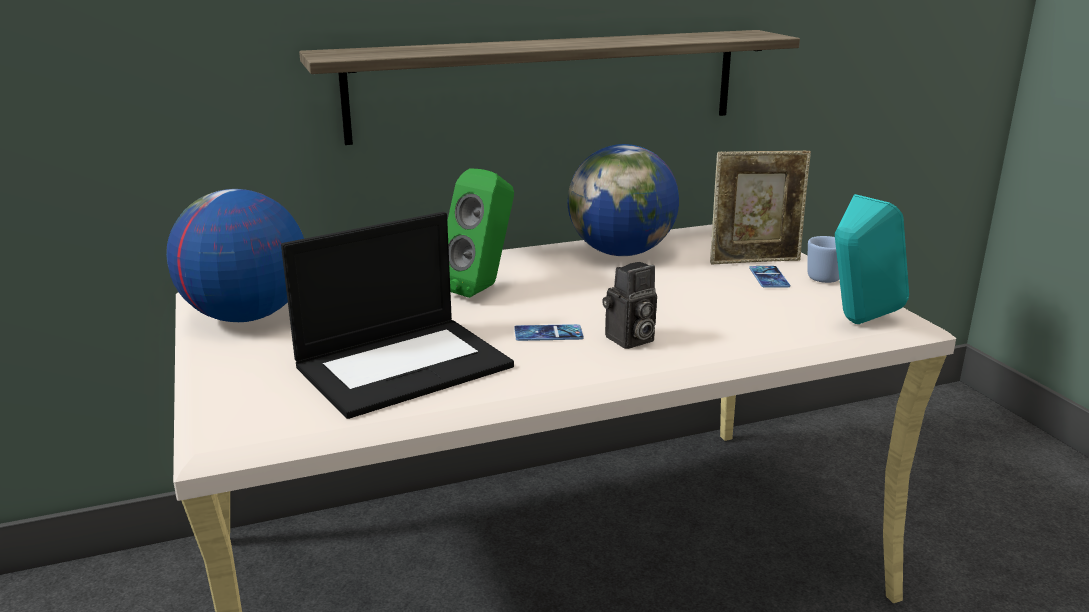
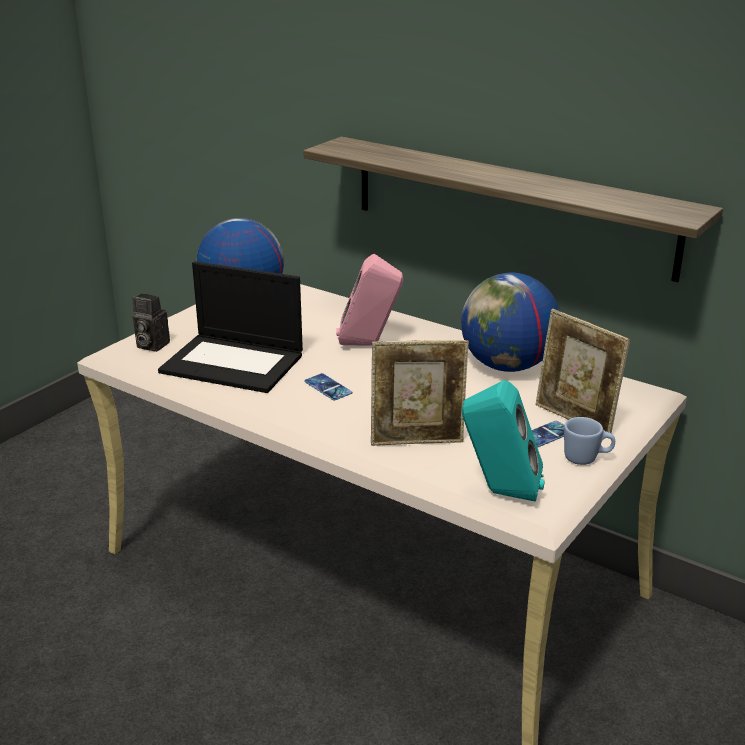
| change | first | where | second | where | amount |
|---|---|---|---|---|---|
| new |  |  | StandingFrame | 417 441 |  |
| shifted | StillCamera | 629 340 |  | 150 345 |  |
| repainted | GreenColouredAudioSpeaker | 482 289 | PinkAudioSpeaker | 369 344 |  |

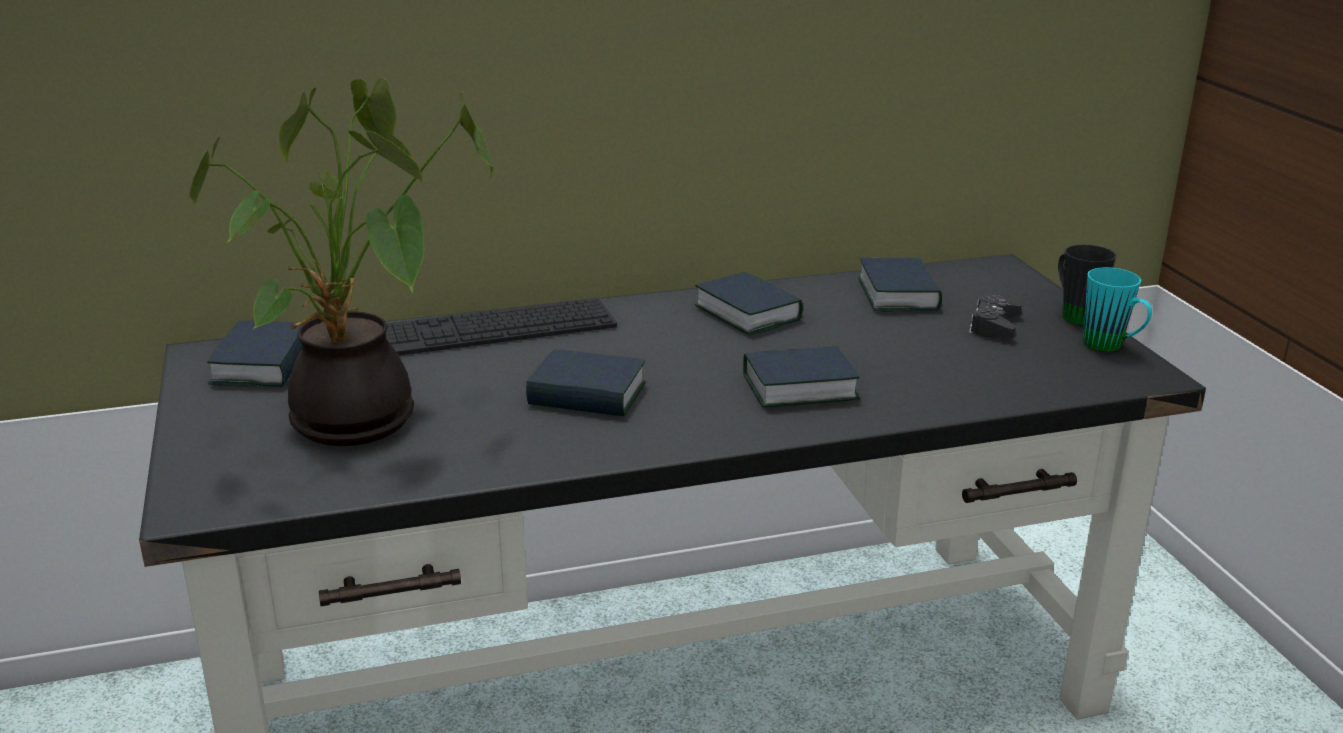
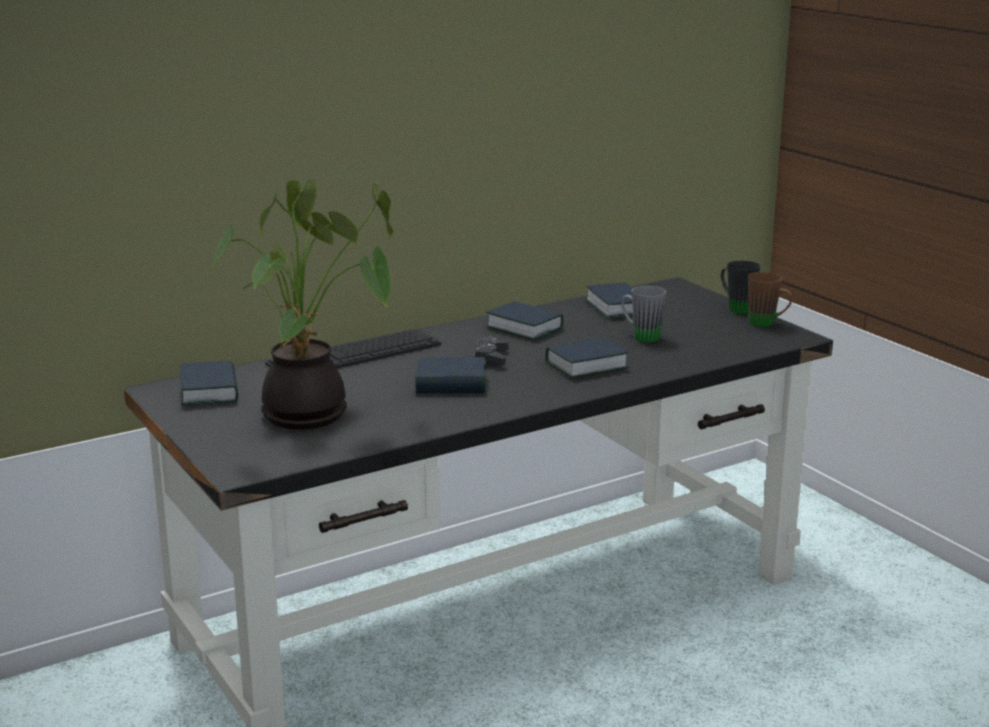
| change | first | where | second | where | amount |
|---|---|---|---|---|---|
| new |  |  | GrayMug | 640 336 |  |
| shifted | BlackColouredGameController | 994 326 |  | 491 358 |  |
| repainted | BlueGreenMug | 1111 347 | BrownColouredMug | 767 324 |  |

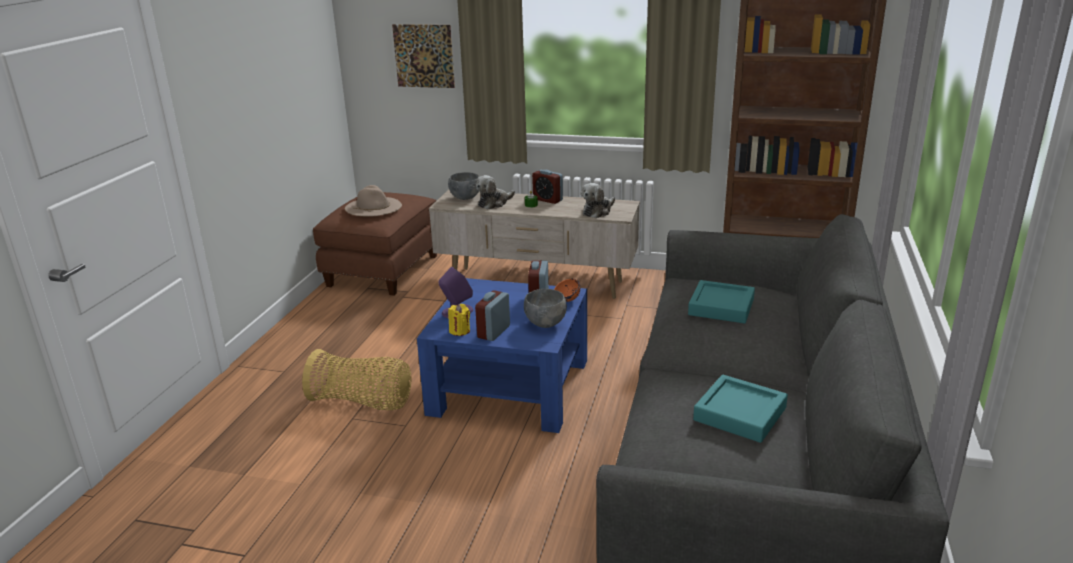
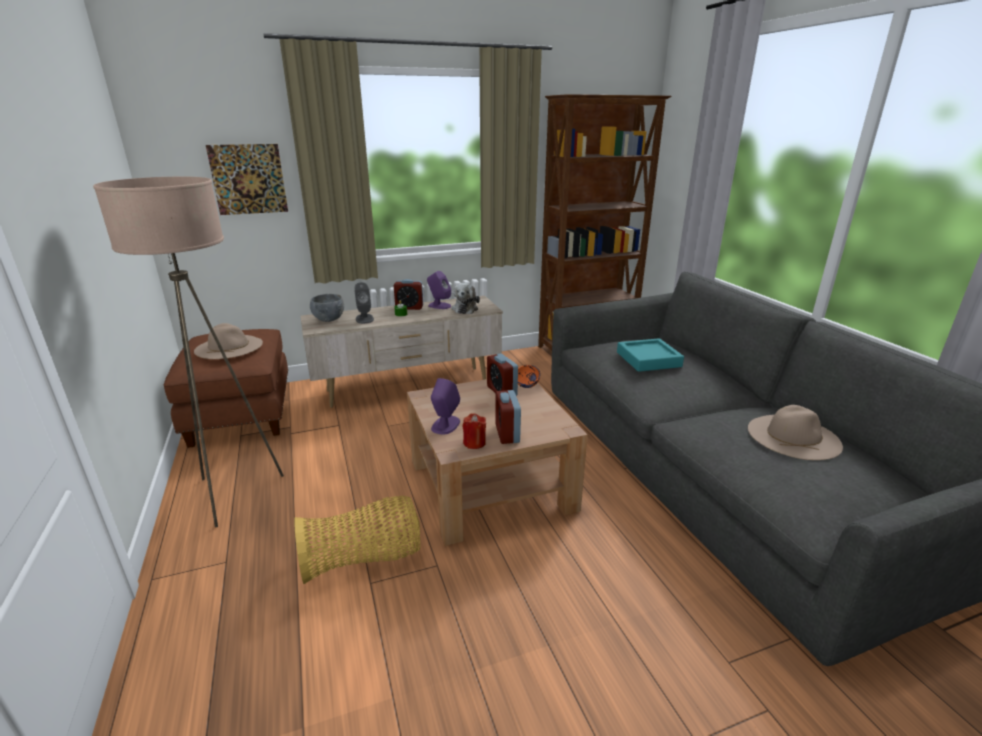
| change | first | where | second | where | amount |
|---|---|---|---|---|---|
| gone | GrayDeepDish | 545 323 |  |  |  |
| new |  |  | SandColouredStandingLamp | 234 493 |  |
| new |  |  | PurpleColouredAudioSpeaker | 439 305 |  |
| swapped | PlushToy | 494 203 | GrayAudioSpeaker | 364 319 |  |
| swapped | BlueGreenTray | 740 414 | SandColouredHat | 793 436 |  |
| repainted | BlueColouredLowTable | 510 387 | BrownColouredLowTable | 490 485 |  |
| repainted | YellowishWaxLight | 459 331 | ReddishWaxLight | 474 443 |  |

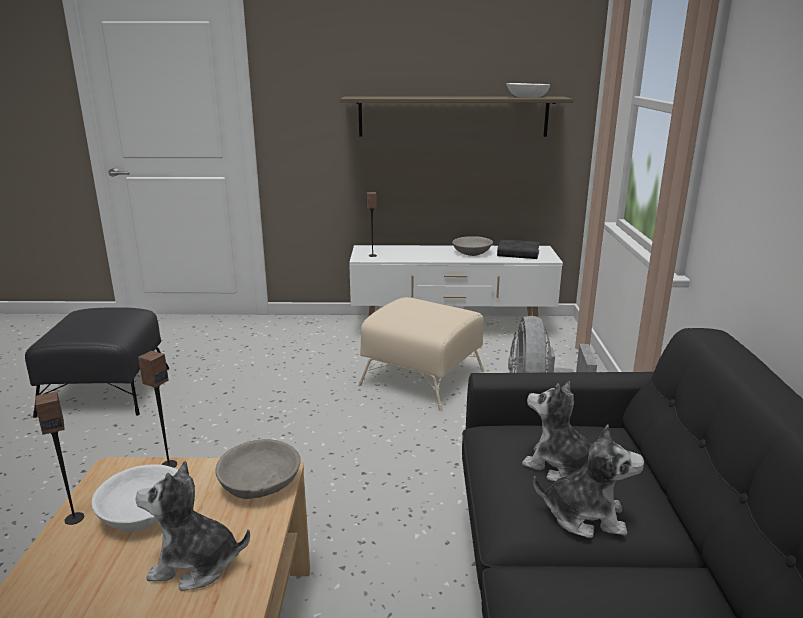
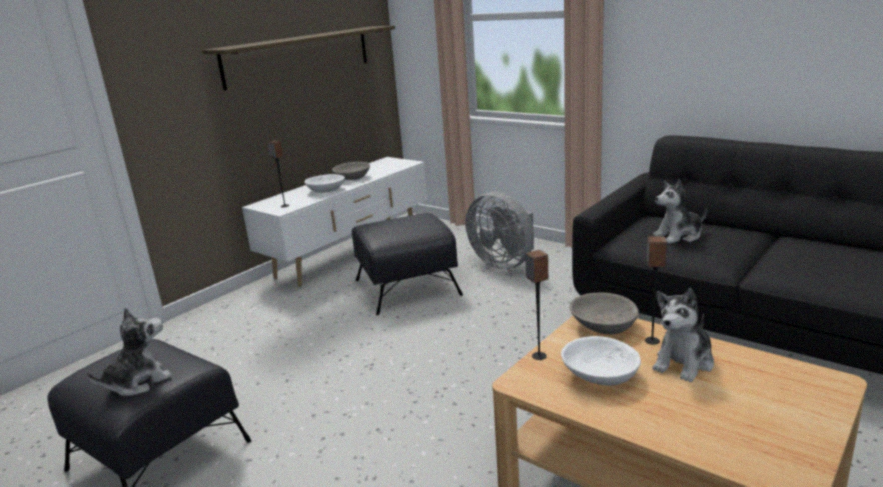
| change | first | where | second | where | amount |
|---|---|---|---|---|---|
| gone | BlackColouredBook | 518 253 |  |  |  |
| shifted | AudioSpeaker | 74 518 |  | 651 341 |  |
| shifted | WhitishDeepDish | 527 97 |  | 326 190 |  |
| shifted | PlushToy | 585 516 |  | 138 382 |  |
| repainted | SandColouredPouffe | 423 378 | BlackColouredPouffe | 408 287 |  |

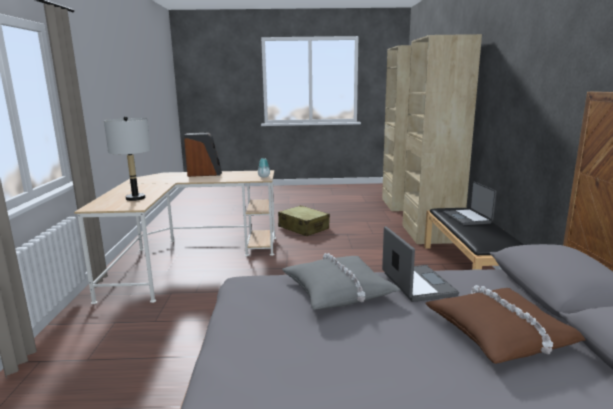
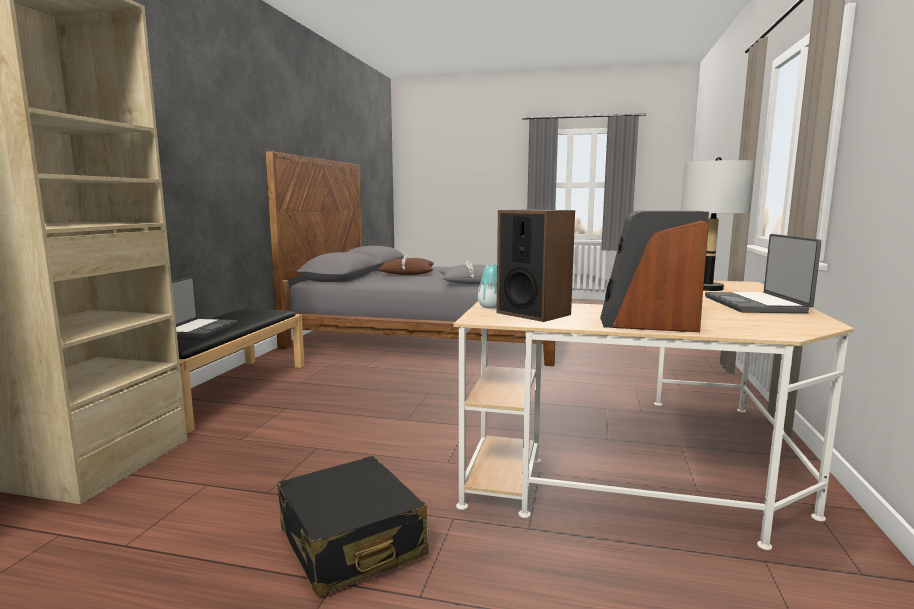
| change | first | where | second | where | amount |
|---|---|---|---|---|---|
| new |  |  | AudioSpeaker | 533 313 |  |
| shifted | NotebookComputer | 416 284 |  | 756 304 |  |
| repainted | SandColouredSuitcase | 303 228 | BlackColouredSuitcase | 350 542 |  |

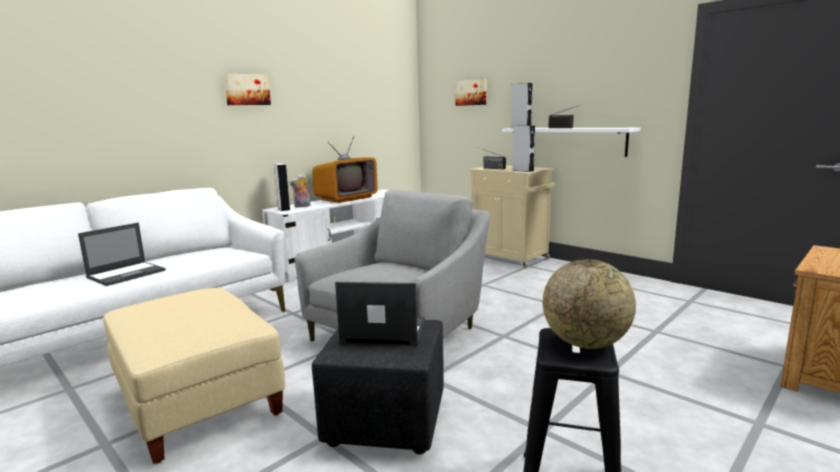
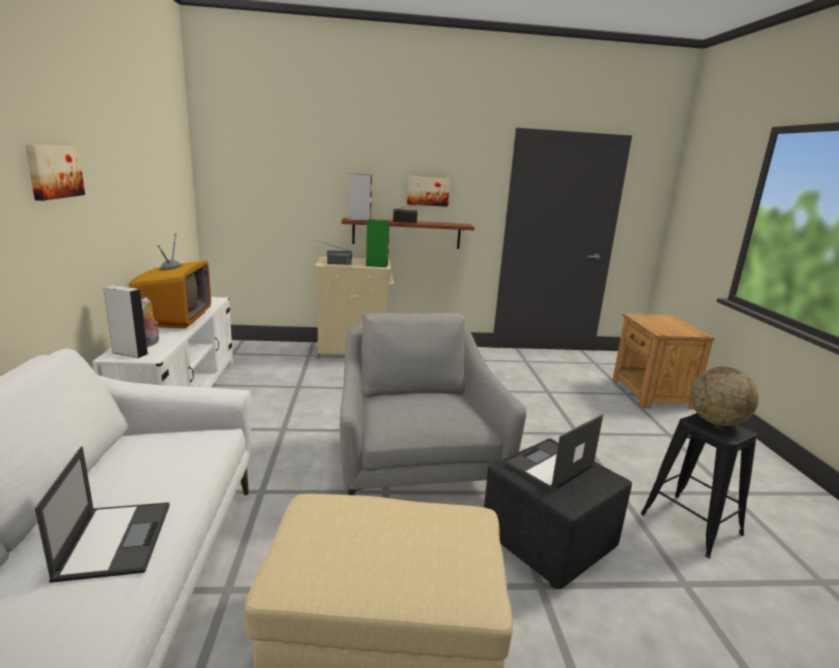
| change | first | where | second | where | amount |
|---|---|---|---|---|---|
| shifted | WallPicture | 471 92 |  | 428 191 |  |
| repainted | WhitishBracketShelf | 571 141 | BrownColouredBracketShelf | 406 233 |  |
| repainted | GrayAudioSpeaker | 523 170 | GreenColouredAudioSpeaker | 376 265 |  |

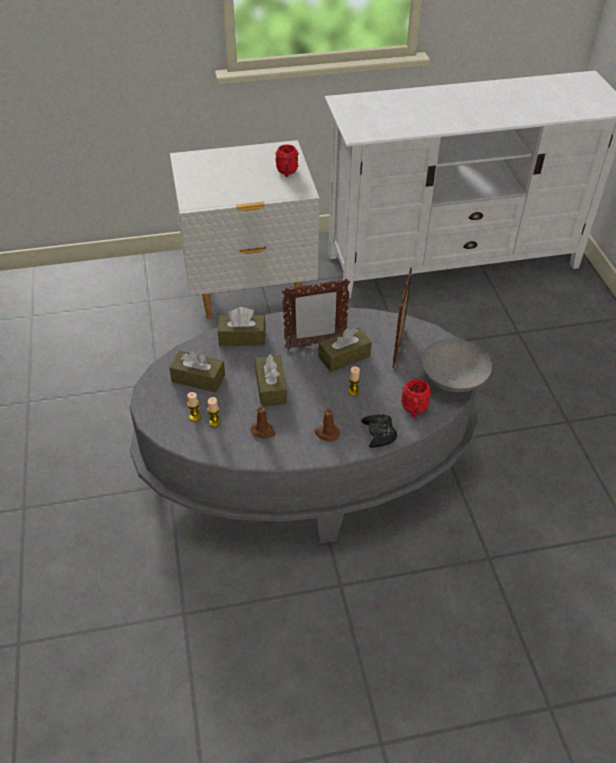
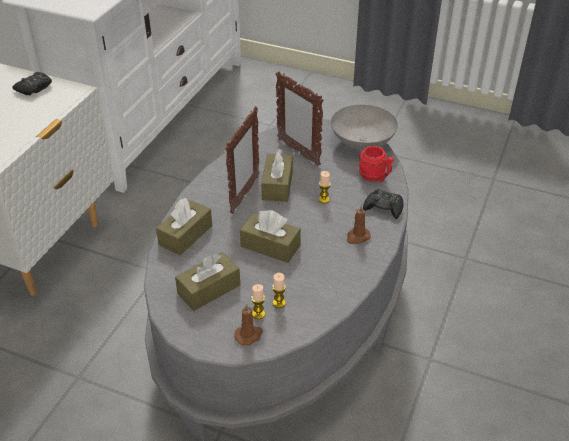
| change | first | where | second | where | amount |
|---|---|---|---|---|---|
| shifted | BrownColouredWaxLight | 263 431 |  | 249 335 |  |
| swapped | ReddishMug | 287 173 | BlackColouredGameController | 34 88 |  |

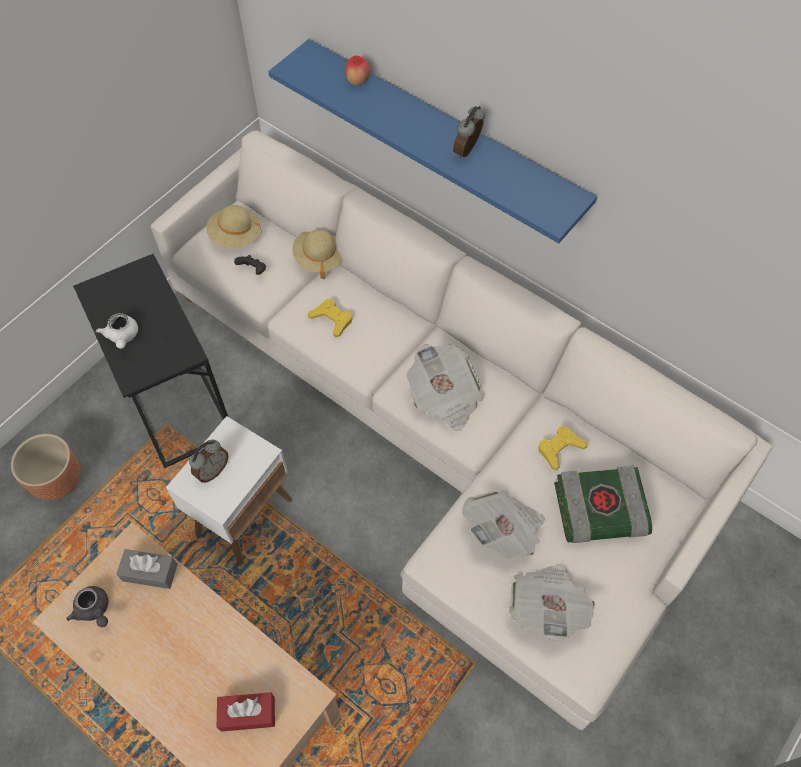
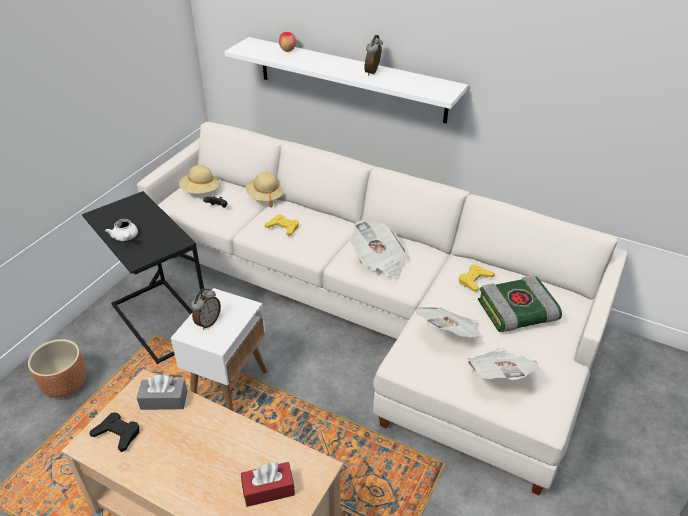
| change | first | where | second | where | amount |
|---|---|---|---|---|---|
| swapped | GrayTeaPot | 94 610 | BlackColouredGameController | 117 434 |  |
| repainted | BlueColouredBracketShelf | 442 136 | WhitishBracketShelf | 350 79 |  |

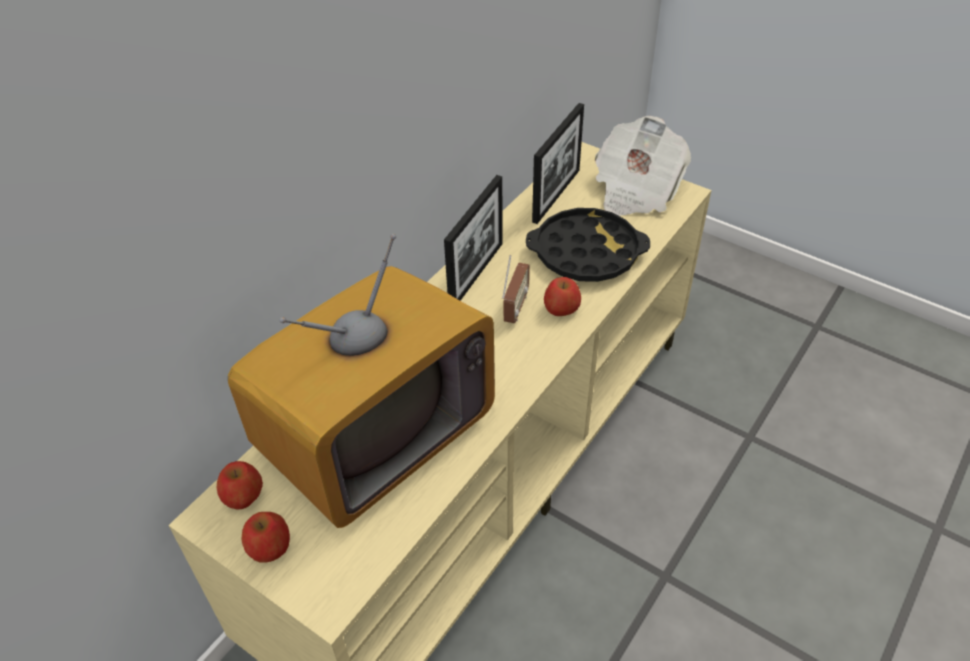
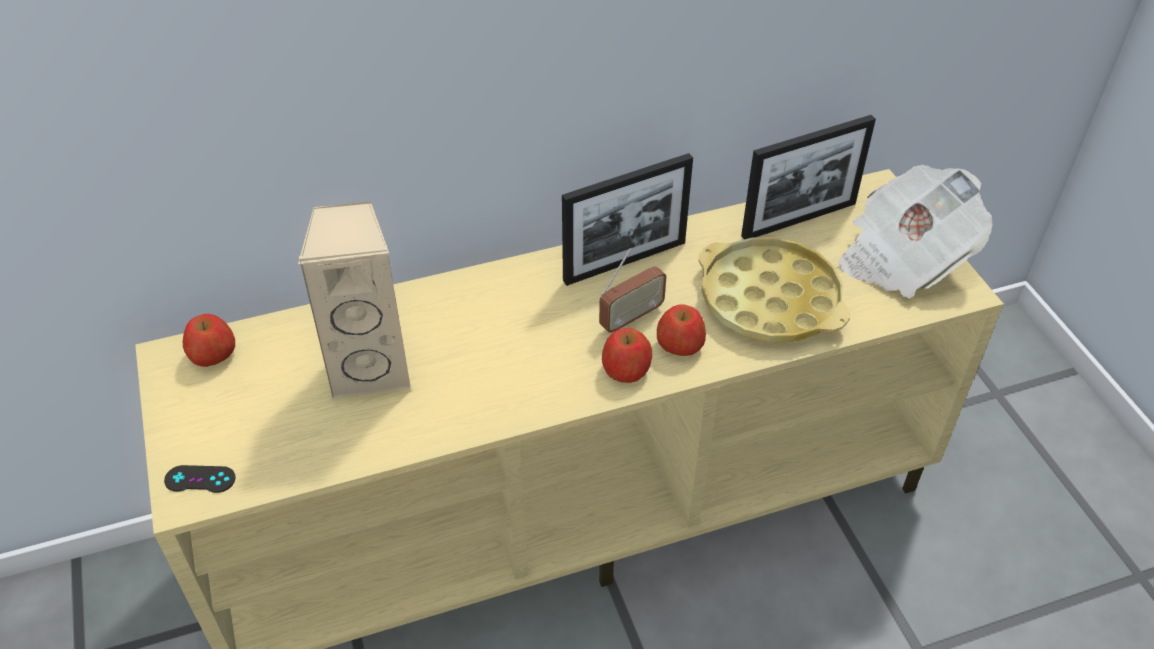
| change | first | where | second | where | amount |
|---|---|---|---|---|---|
| new |  |  | BlackColouredGameController | 200 479 |  |
| shifted | AppleFruit | 269 546 |  | 626 369 |  |
| swapped | Tv | 375 435 | SandColouredAudioSpeaker | 371 368 |  |
| repainted | BlackColouredTray | 586 252 | YellowishTray | 769 299 |  |

